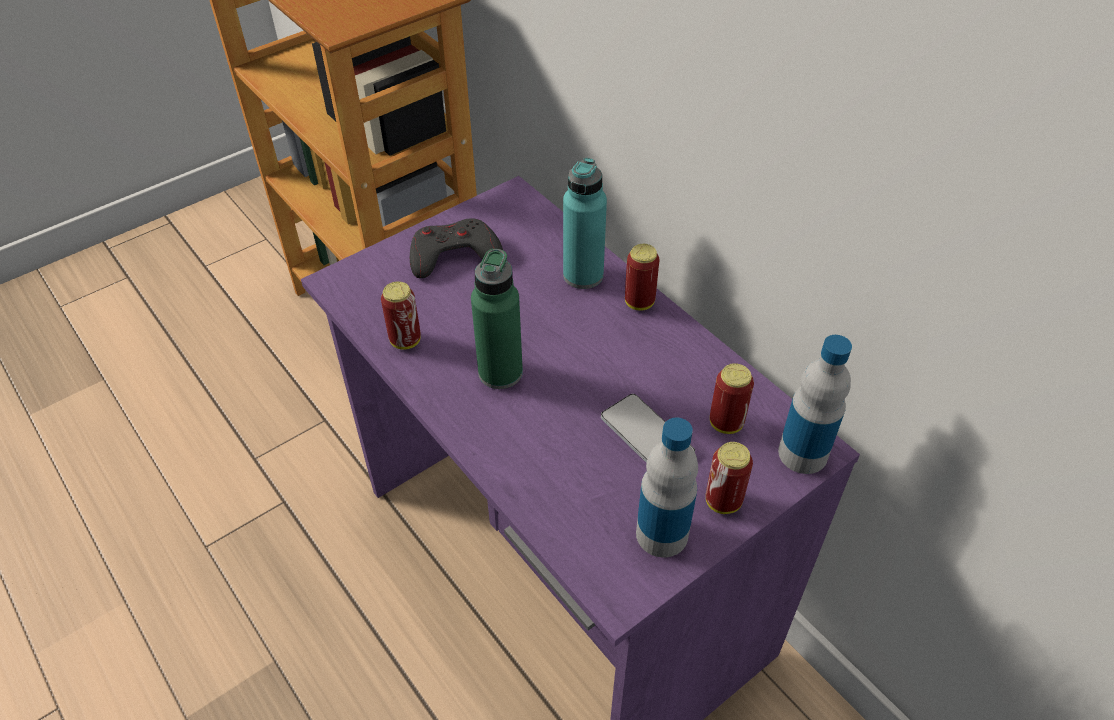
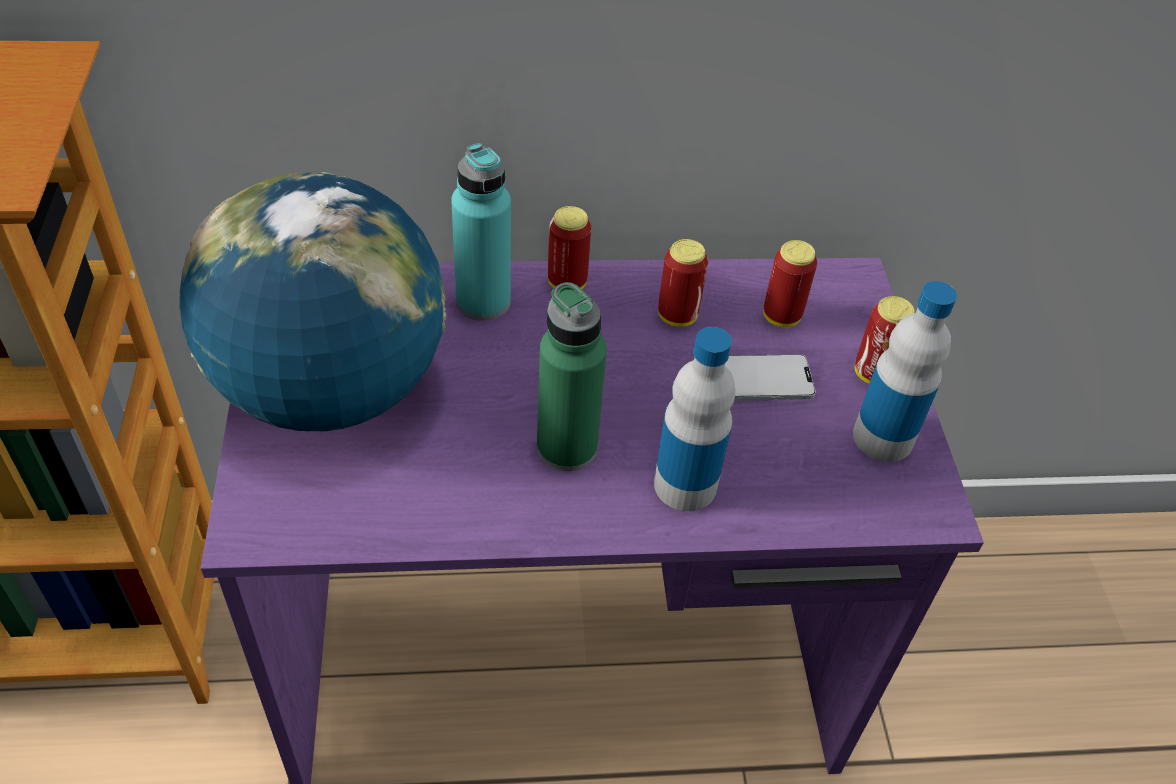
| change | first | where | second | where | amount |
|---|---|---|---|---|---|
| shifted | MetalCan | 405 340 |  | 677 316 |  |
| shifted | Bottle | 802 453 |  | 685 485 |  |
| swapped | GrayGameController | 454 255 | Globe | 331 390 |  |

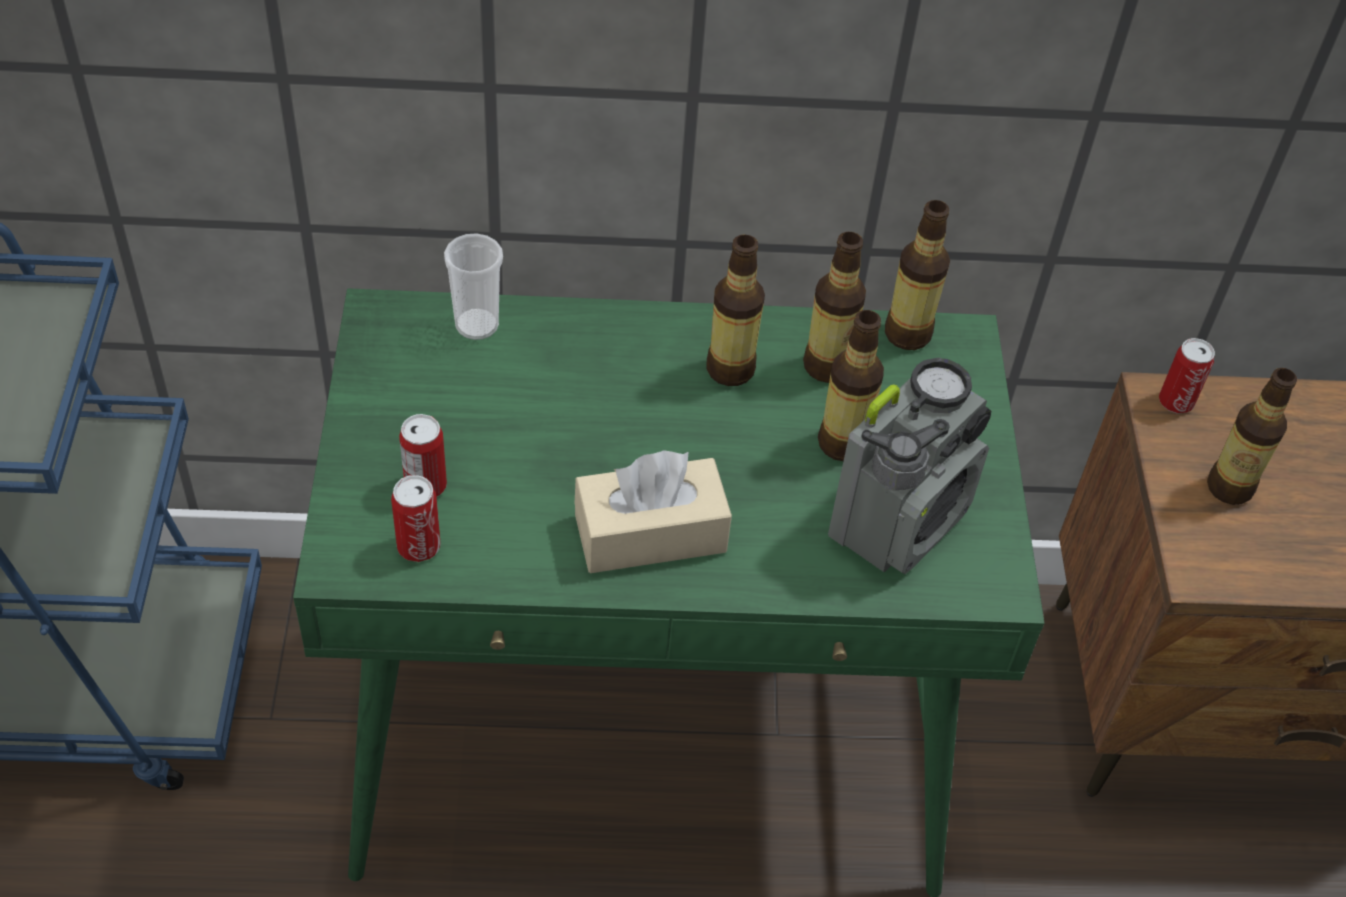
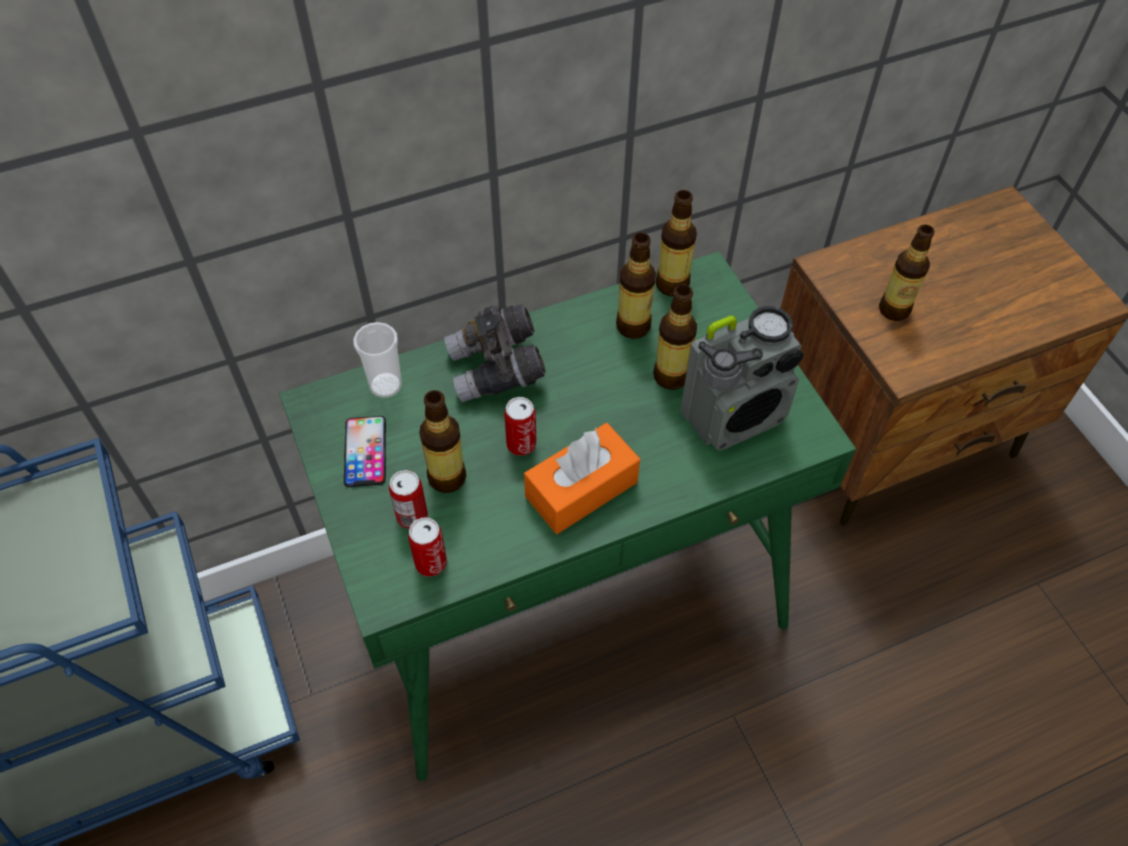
| change | first | where | second | where | amount |
|---|---|---|---|---|---|
| new |  |  | Phone | 365 451 |  |
| new |  |  | GrayPairOfBinoculars | 496 370 |  |
| shifted | Bottle | 730 369 |  | 447 478 |  |
| shifted | MetalCan | 1176 401 |  | 521 444 |  |
| repainted | SandColouredBoxOfTissues | 650 533 | OrangeBoxOfTissues | 581 489 |  |
| rotated | RadioSet | 900 521 |  | 735 415 | 45 degrees clockwise |

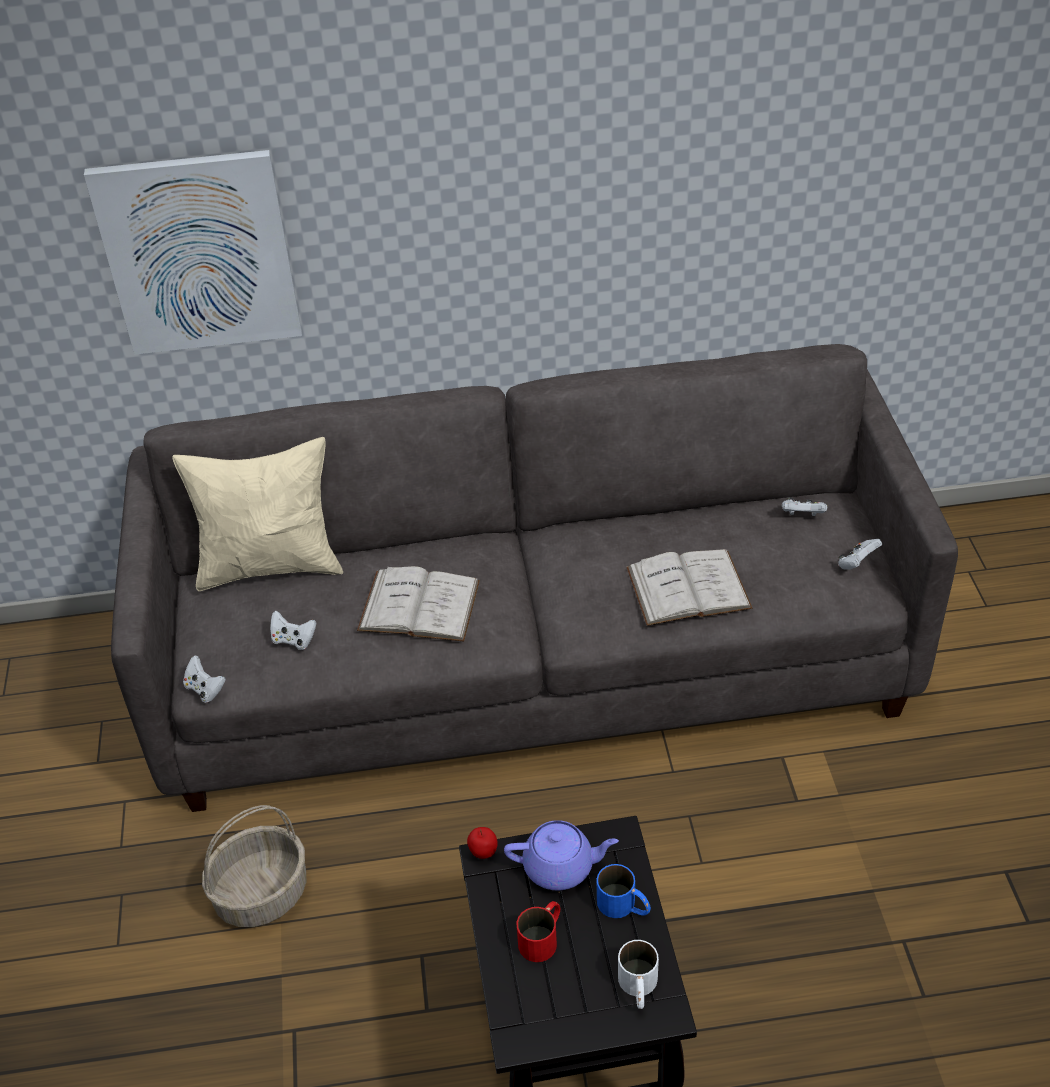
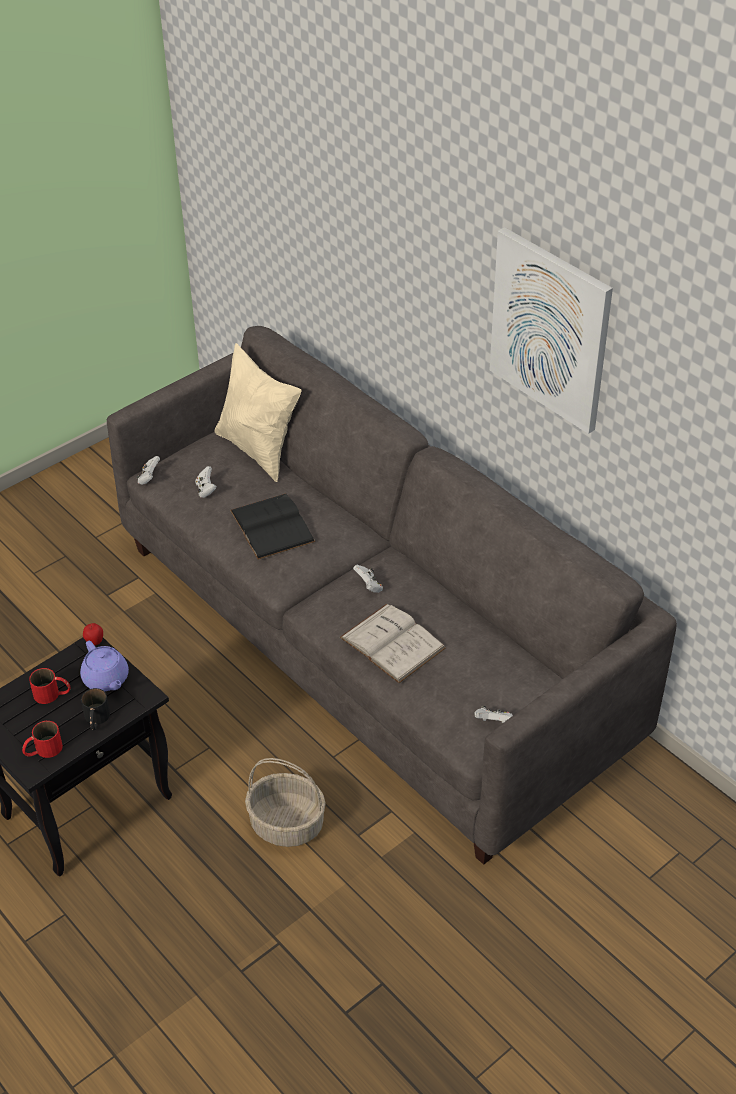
| change | first | where | second | where | amount |
|---|---|---|---|---|---|
| shifted | WallPicture | 199 253 |  | 550 329 |  |
| shifted | StorageBasket | 262 893 |  | 288 824 |  |
| shifted | WhitishGameController | 802 516 |  | 369 586 |  |
| repainted | WhitishBook | 419 605 | BlackColouredBook | 272 526 |  |
| repainted | BlueColouredMug | 624 906 | BlackColouredMug | 96 720 |  |
| repainted | WhitishMug | 638 987 | ReddishMug | 43 750 |  |

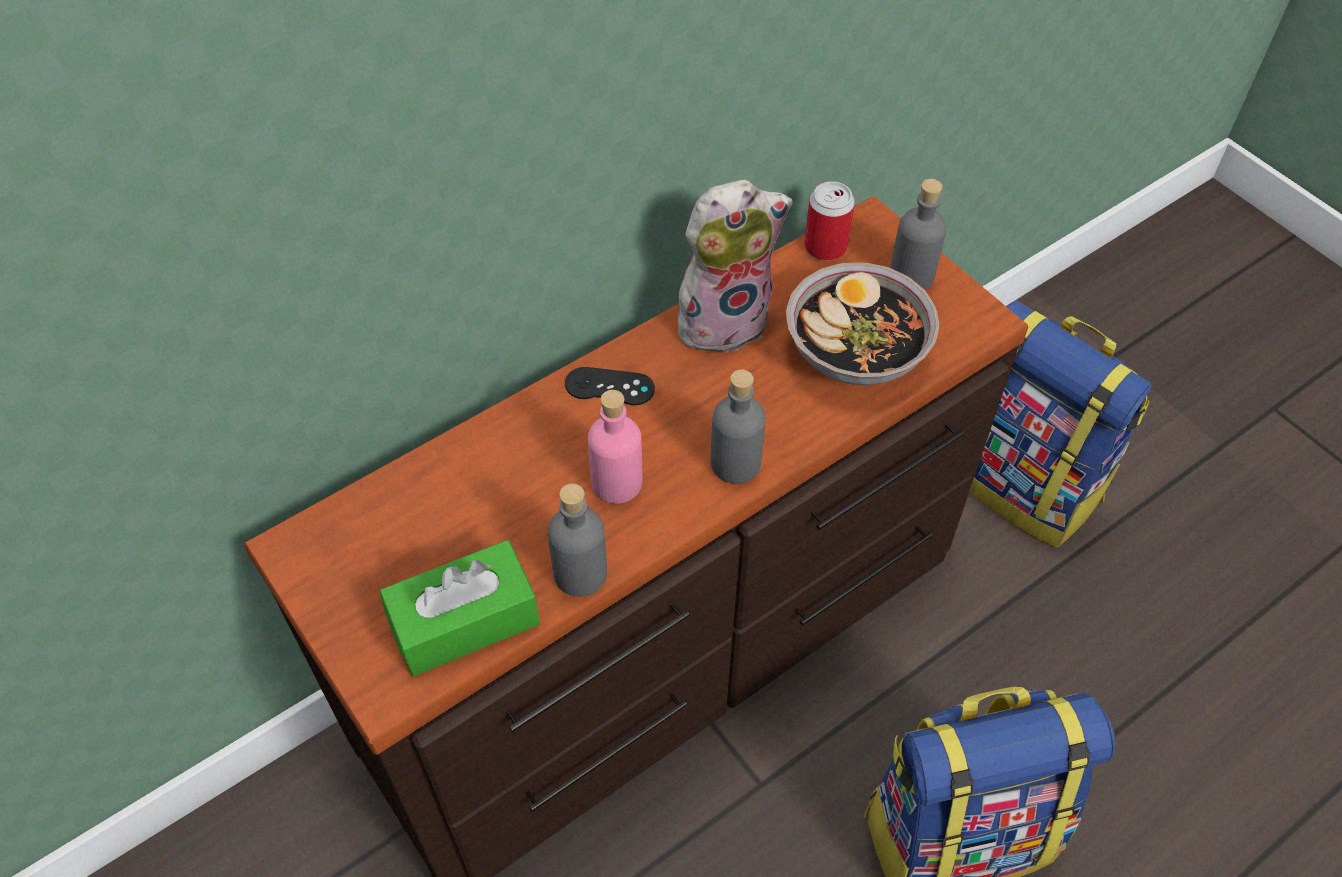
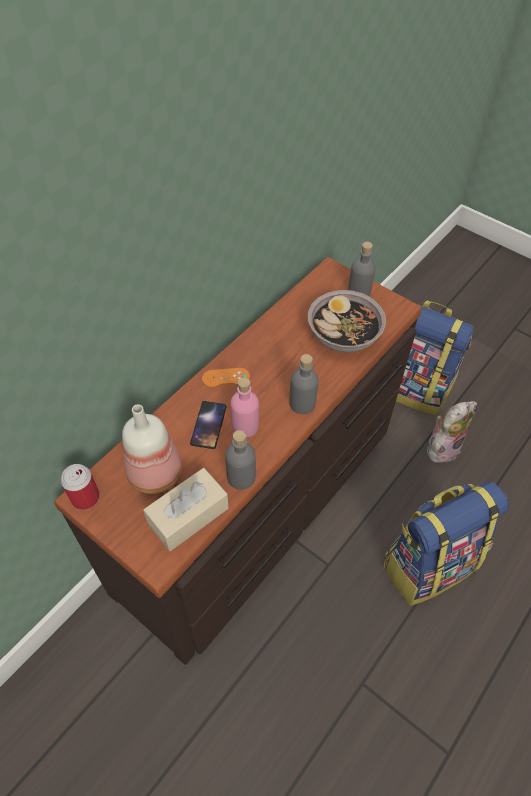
| change | first | where | second | where | amount |
|---|---|---|---|---|---|
| new |  |  | Bottle | 157 473 |  |
| new |  |  | Phone | 208 425 |  |
| shifted | PlushToy | 724 319 |  | 442 447 |  |
| shifted | MetalCan | 825 247 |  | 85 497 |  |
| repainted | GreenColouredBoxOfTissues | 464 621 | SandColouredBoxOfTissues | 188 516 |  |
| repainted | BlackColouredGameController | 609 386 | OrangeGameController | 225 377 |  |

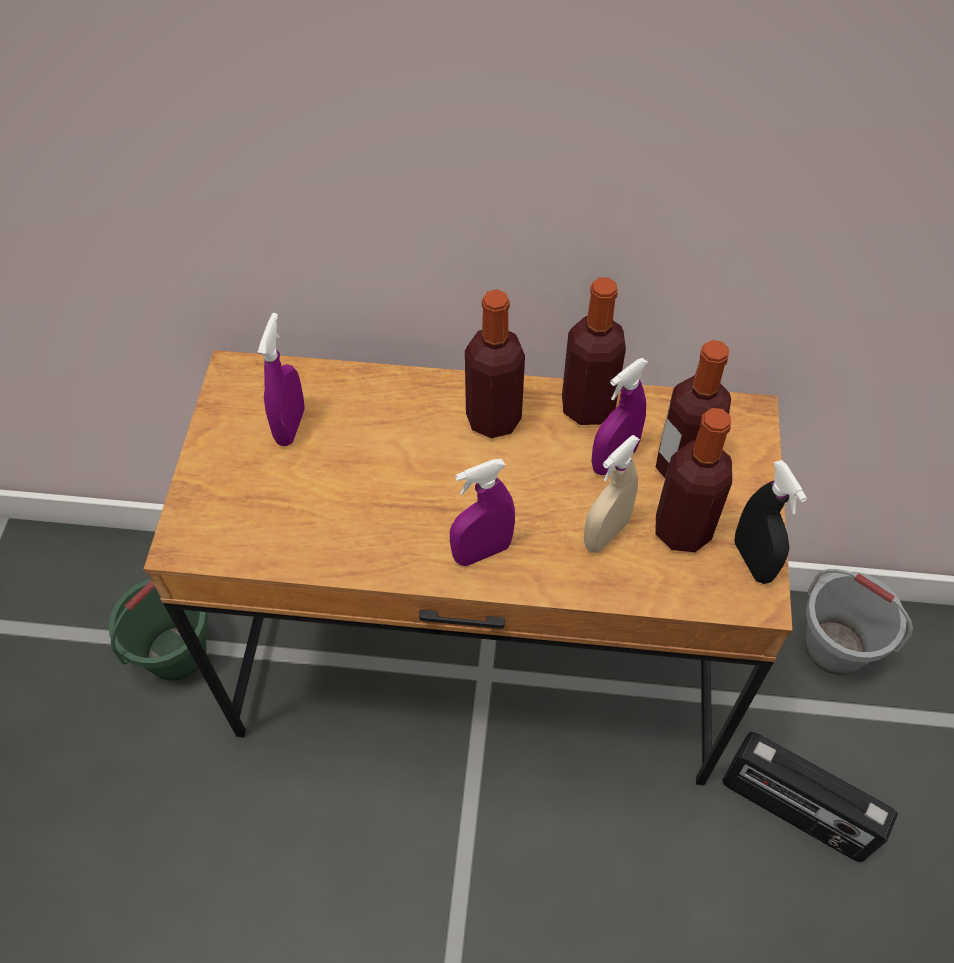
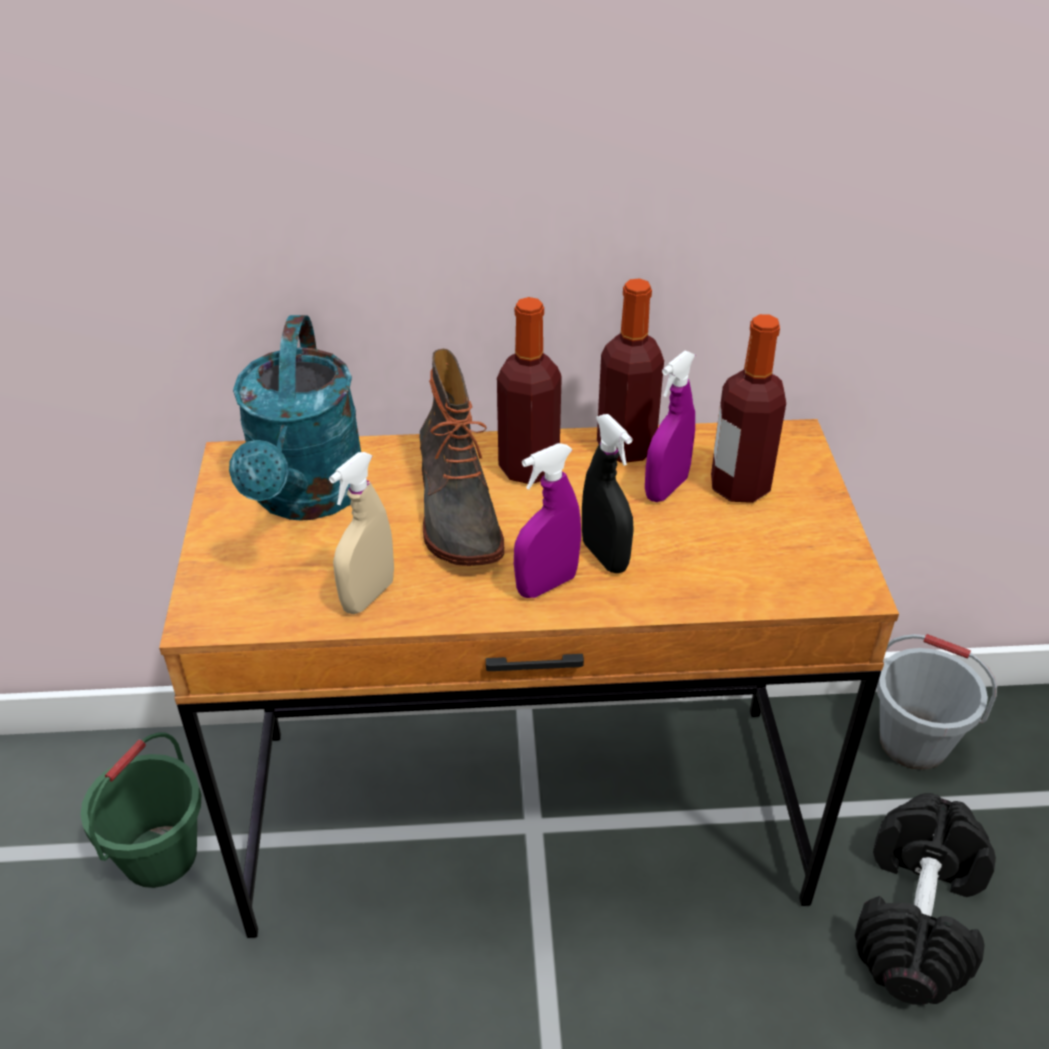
| change | first | where | second | where | amount |
|---|---|---|---|---|---|
| gone | Bottle | 682 529 |  |  |  |
| new |  |  | TallBoot | 455 512 |  |
| shifted | SandColouredSprayBottle | 606 534 |  | 368 596 |  |
| shifted | BlackColouredSprayBottle | 752 560 |  | 604 556 |  |
| swapped | PurpleColouredSprayBottle | 290 426 | BlueGreenSprinklingCan | 307 498 |  |
| swapped | RadioSet | 794 812 | BlackColouredHandWeight | 917 918 |  |

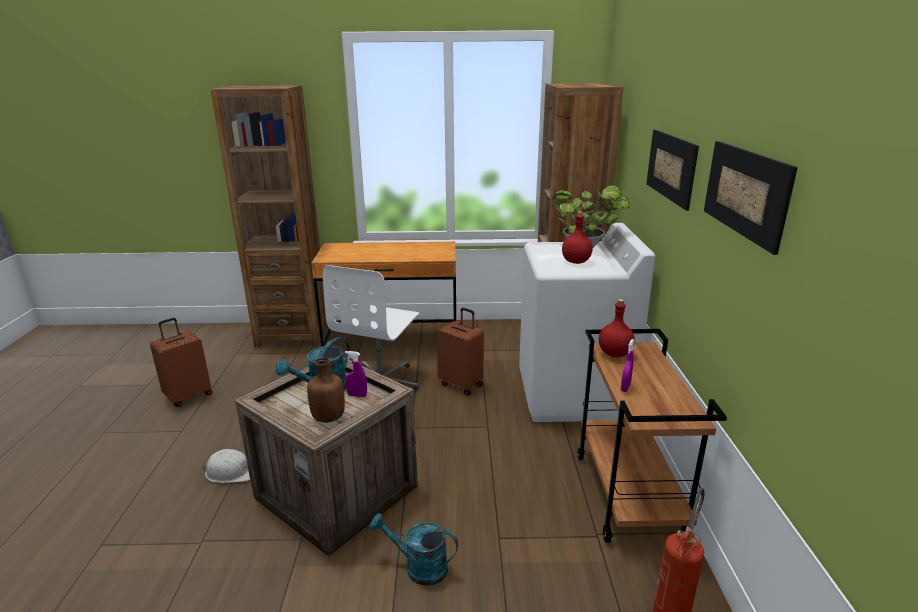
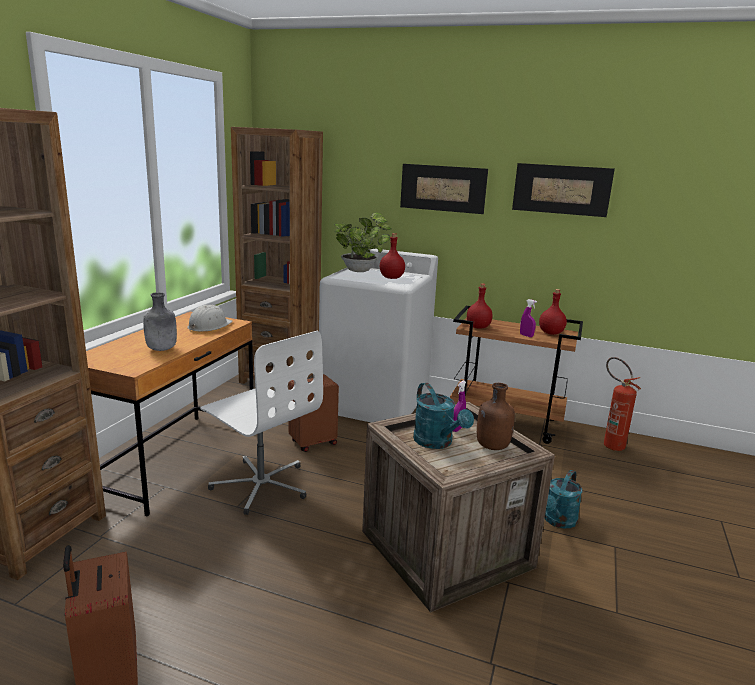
| change | first | where | second | where | amount |
|---|---|---|---|---|---|
| new |  |  | GrayBottle | 162 349 |  |
| new |  |  | ReddishBottle | 551 333 |  |
| shifted | WhitishHardHat | 231 472 |  | 209 326 |  |

